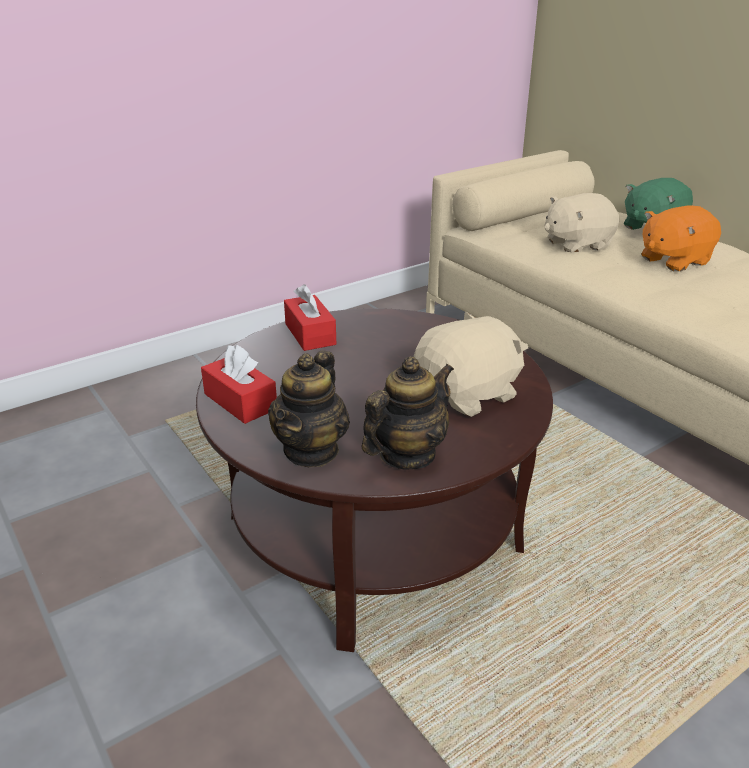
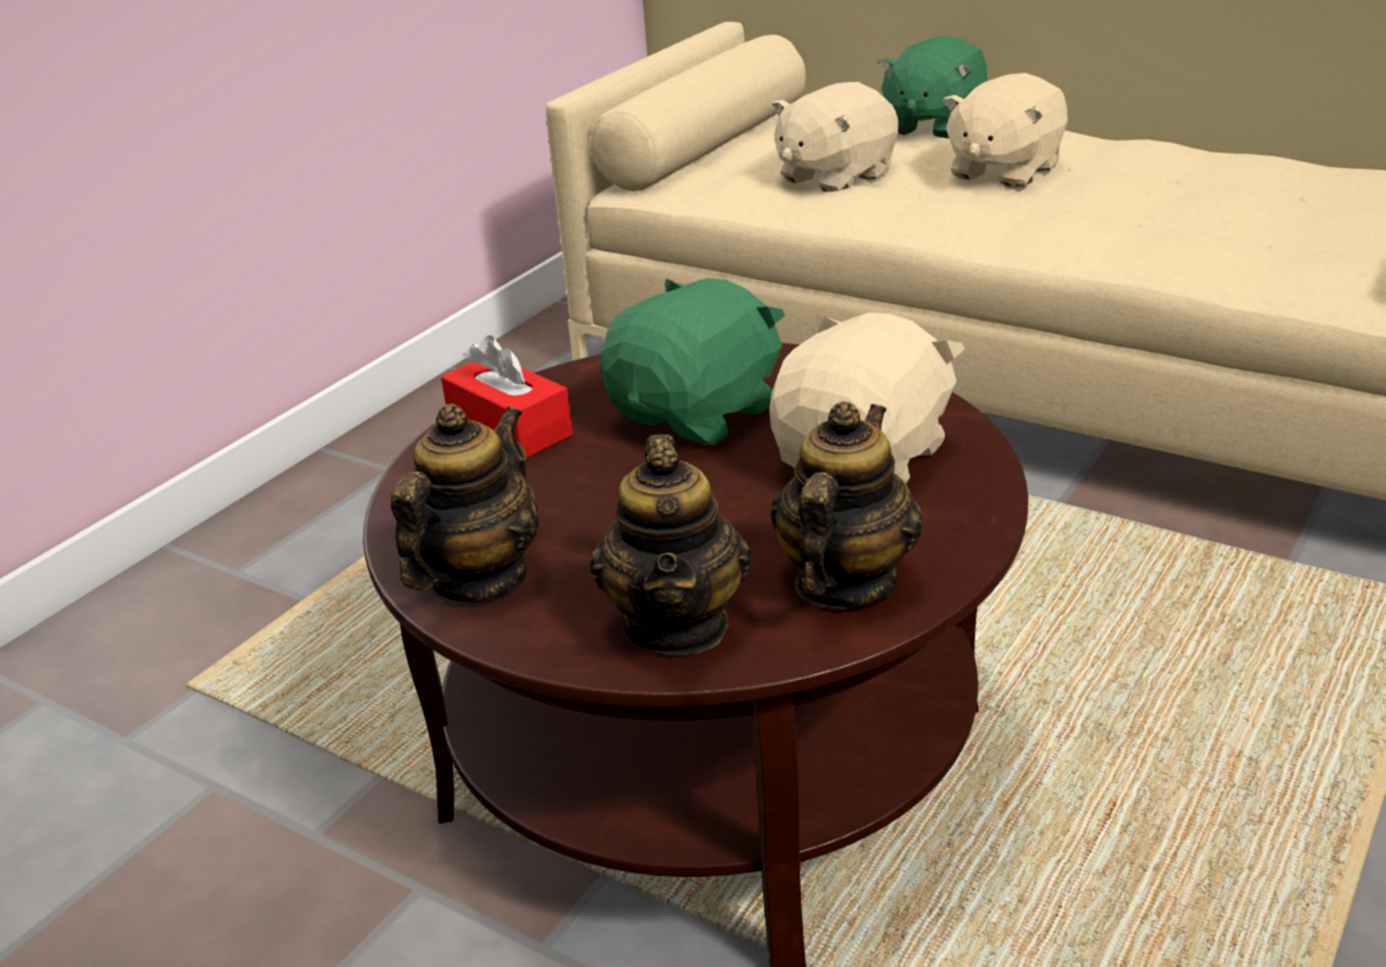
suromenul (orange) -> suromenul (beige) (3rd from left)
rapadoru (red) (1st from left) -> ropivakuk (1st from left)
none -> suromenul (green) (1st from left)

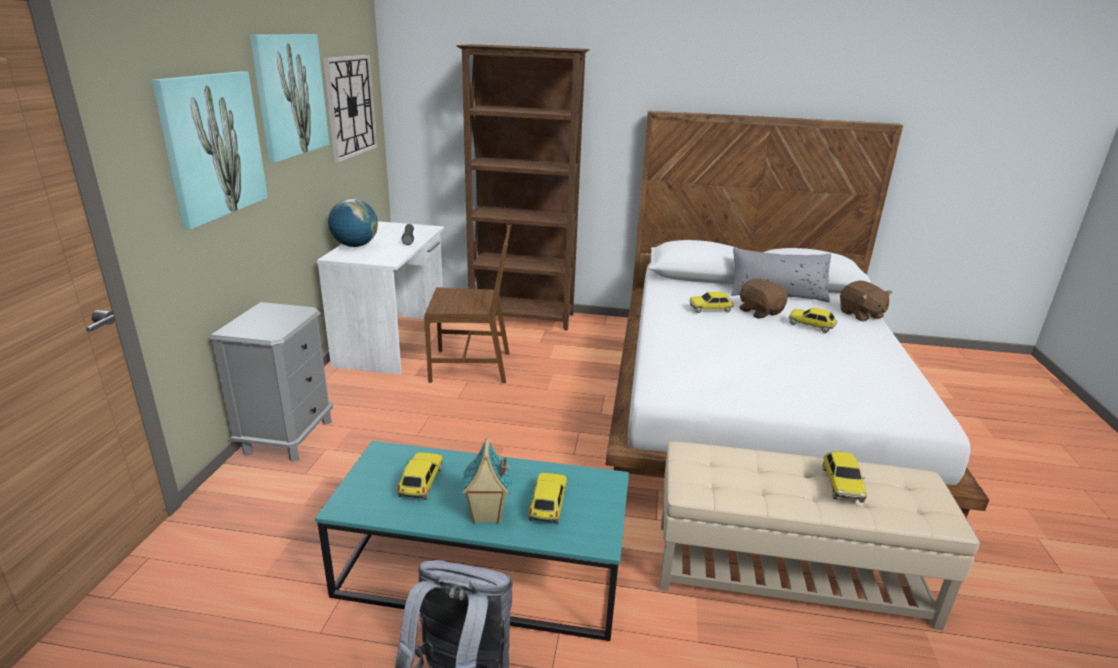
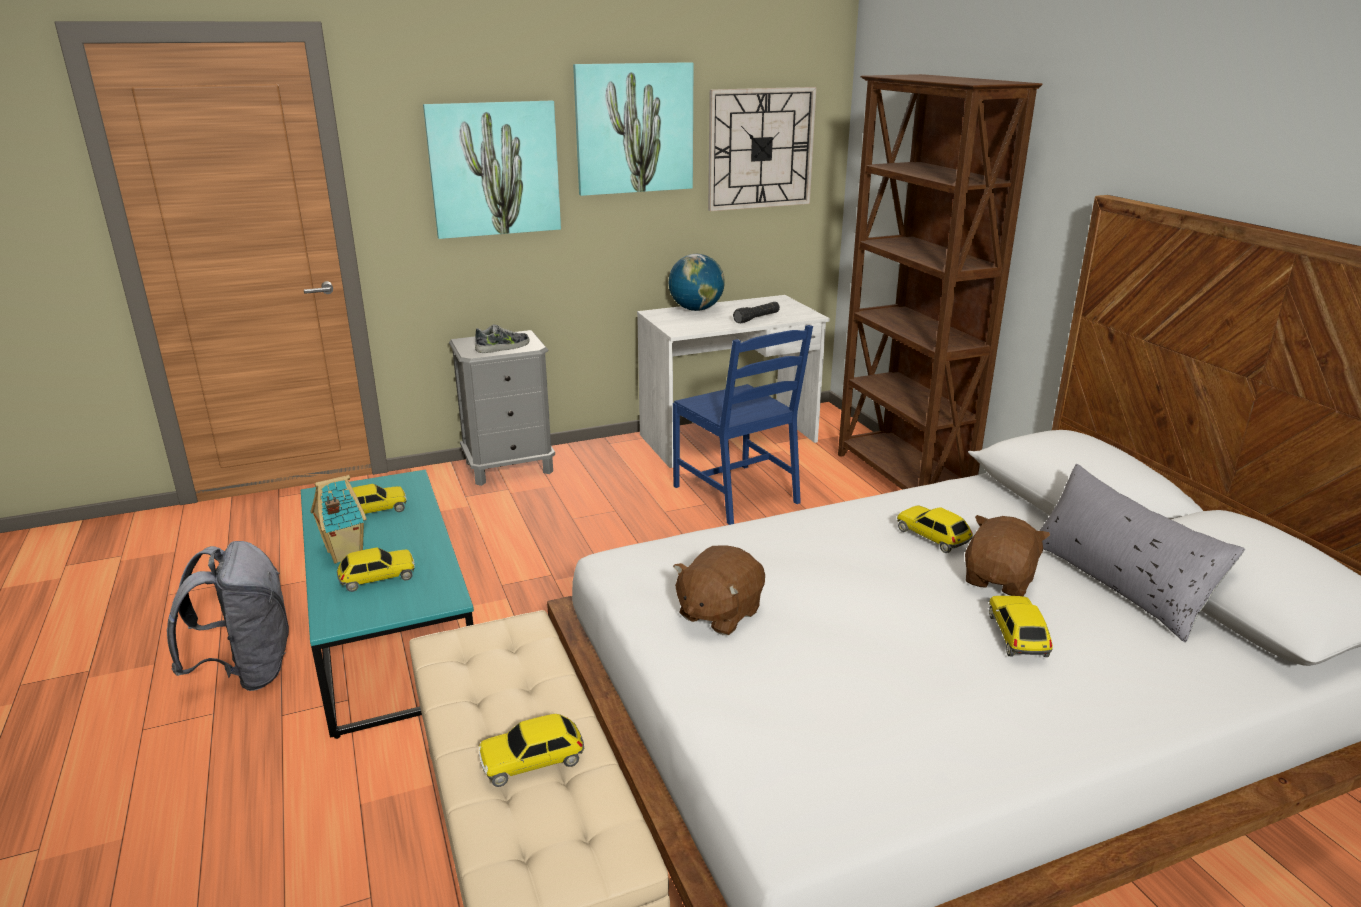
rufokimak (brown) -> rufokimak (blue)
suromenul (brown) (2nd from left in the first image) -> suromenul (brown) (1st from left), moved
none -> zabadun

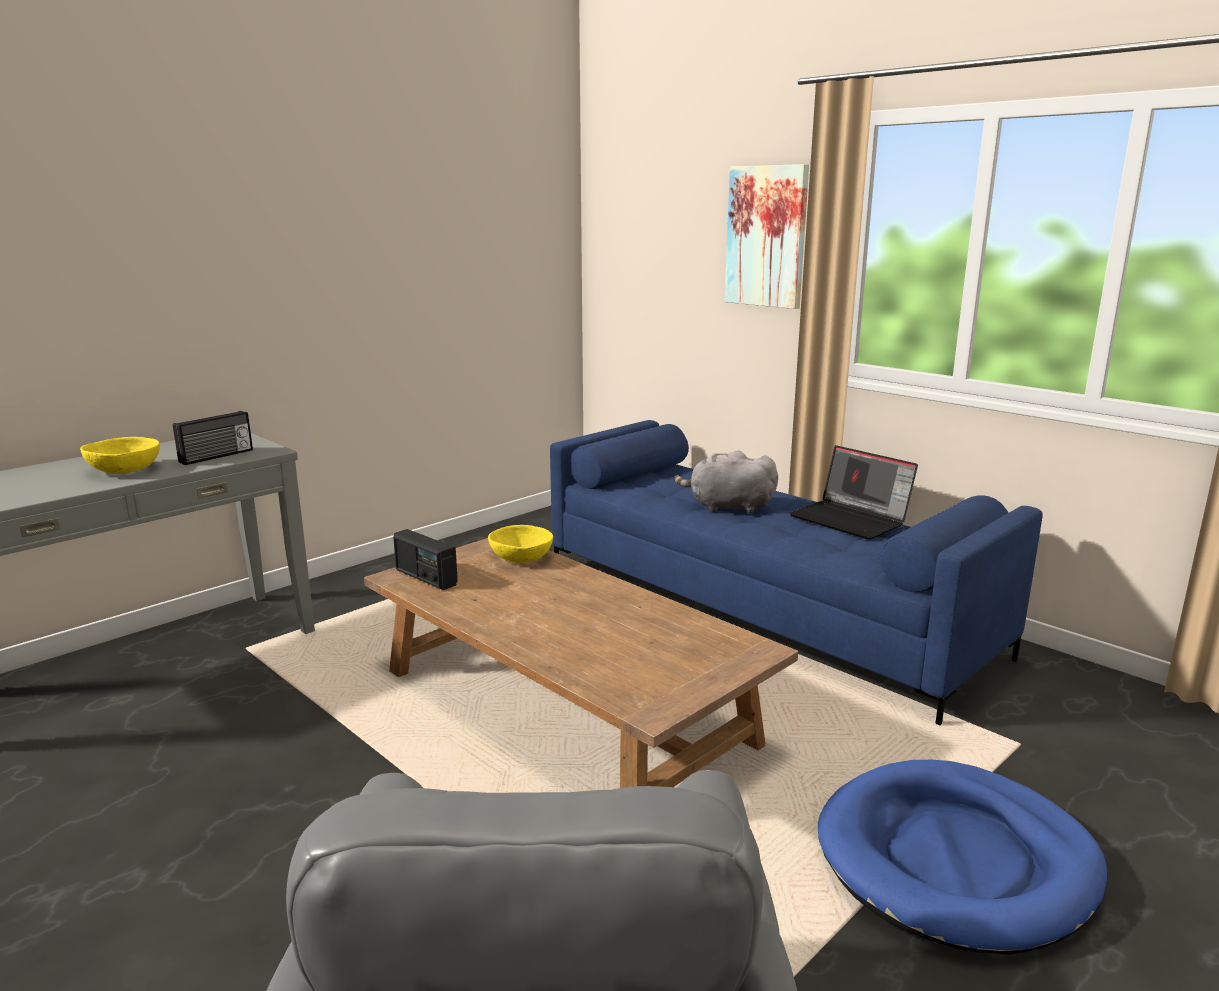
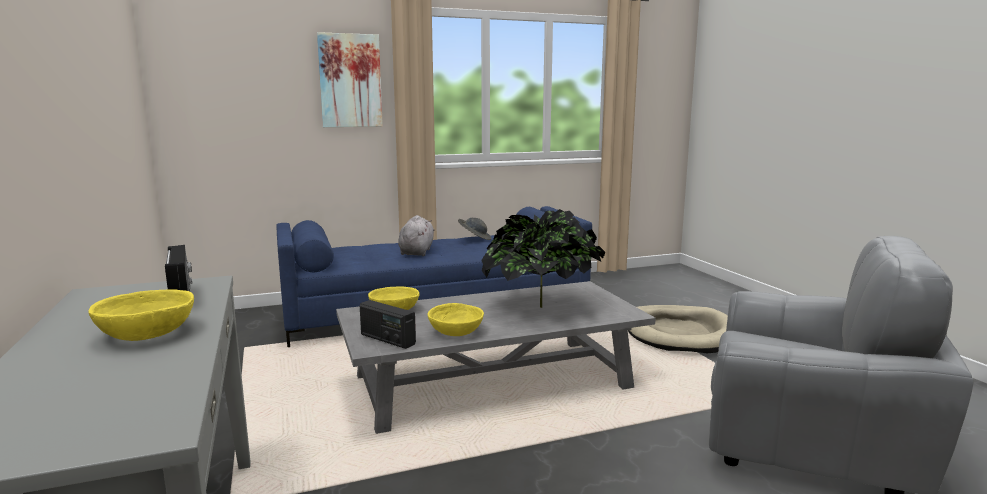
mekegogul -> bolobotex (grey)
suromenul (grey), 150 degrees clockwise
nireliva (2nd from left), 60 degrees clockwise
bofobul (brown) -> bofobul (grey)
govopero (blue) -> govopero (beige)
none -> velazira
none -> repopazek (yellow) (3rd from left)

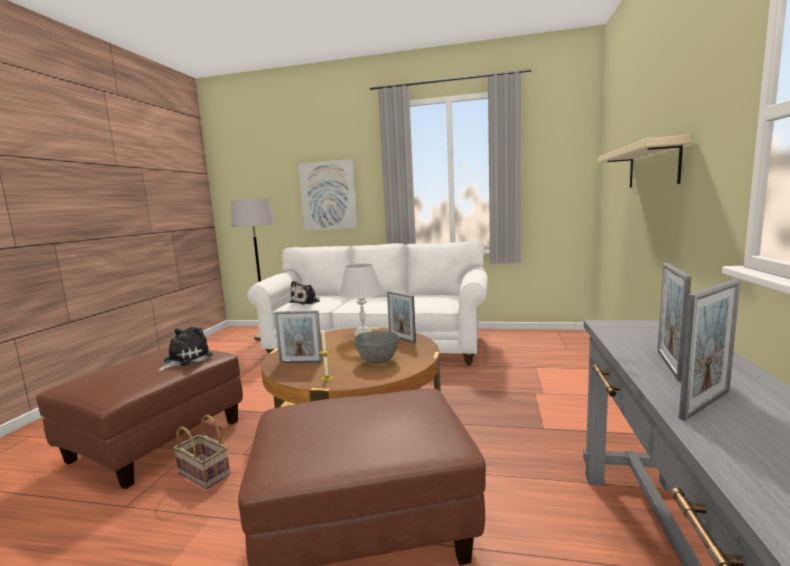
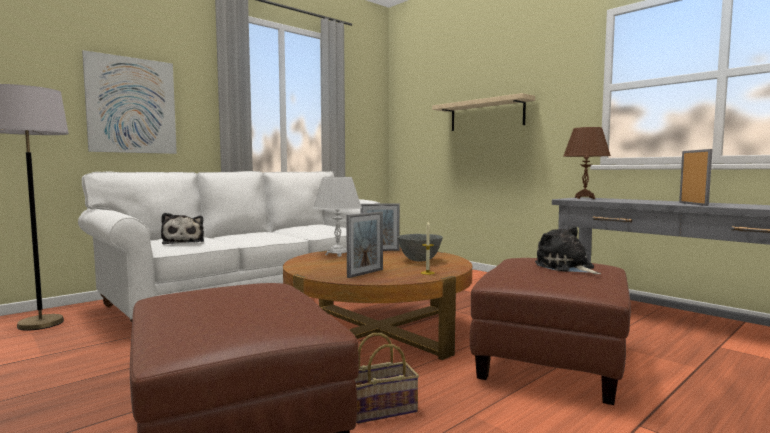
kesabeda (3rd from left) -> none
suromenul (1st from left in the first image) -> suromenul (2nd from left), moved
none -> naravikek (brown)

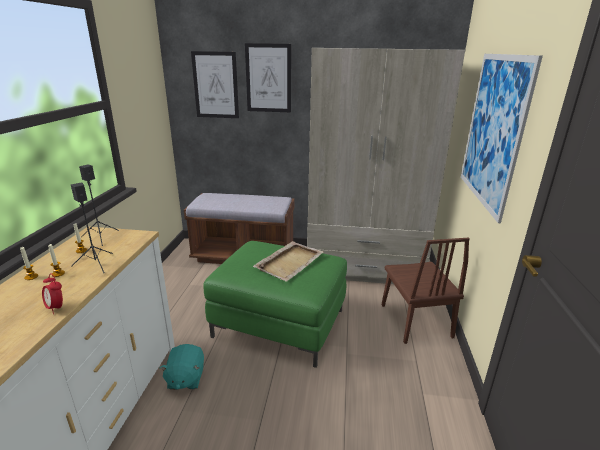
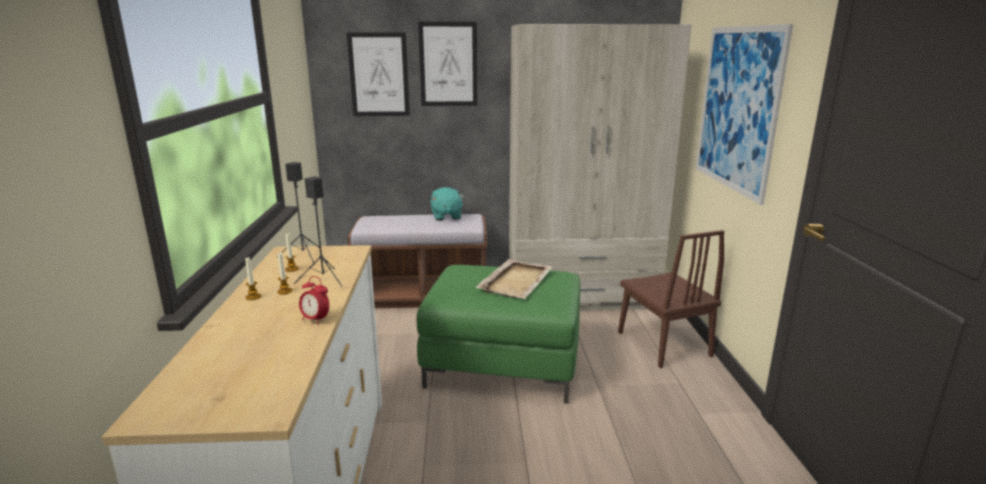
suromenul (turquoise), moved

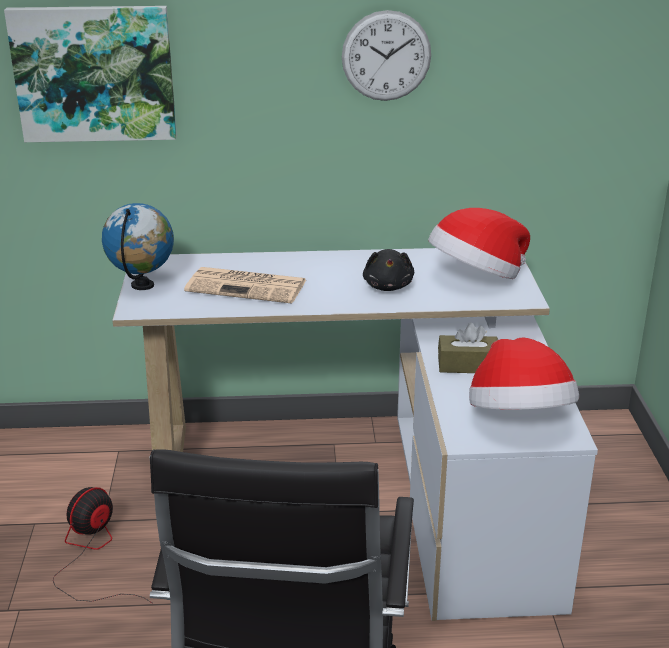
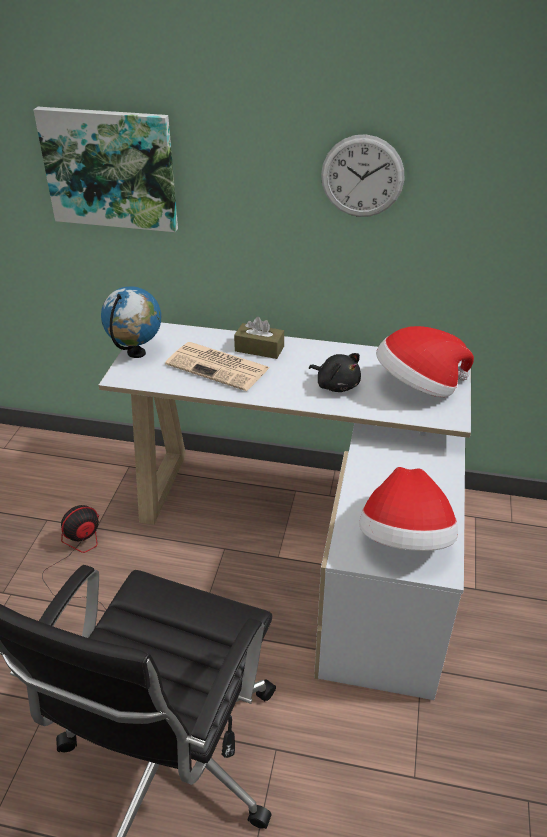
suromenul (black), 60 degrees counterclockwise
rapadoru (brown), moved

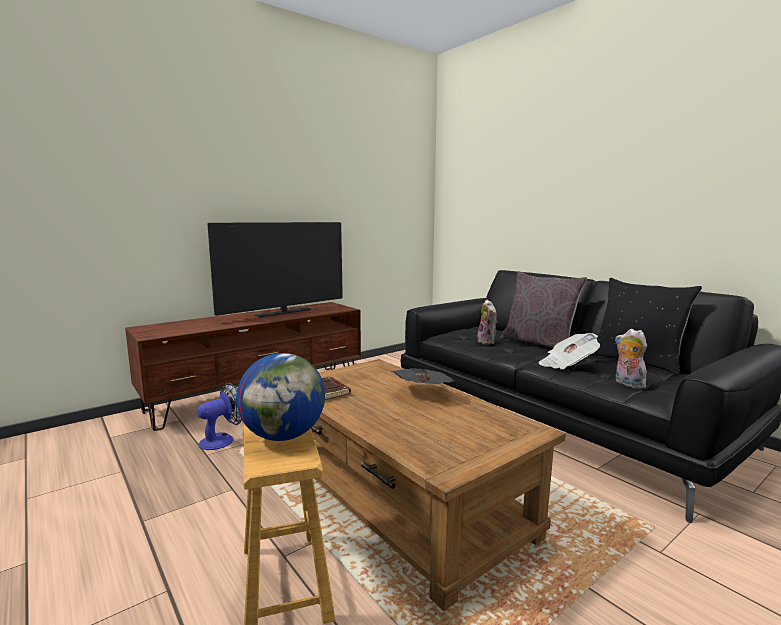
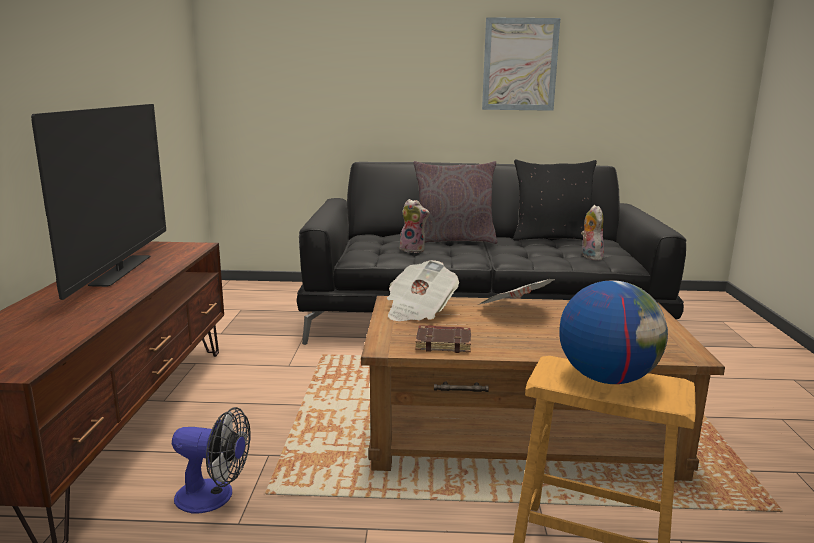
suromenul (2nd from left), 75 degrees clockwise
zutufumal (2nd from left in the first image) -> zutufumal (1st from left), moved
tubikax, 105 degrees clockwise
none -> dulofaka

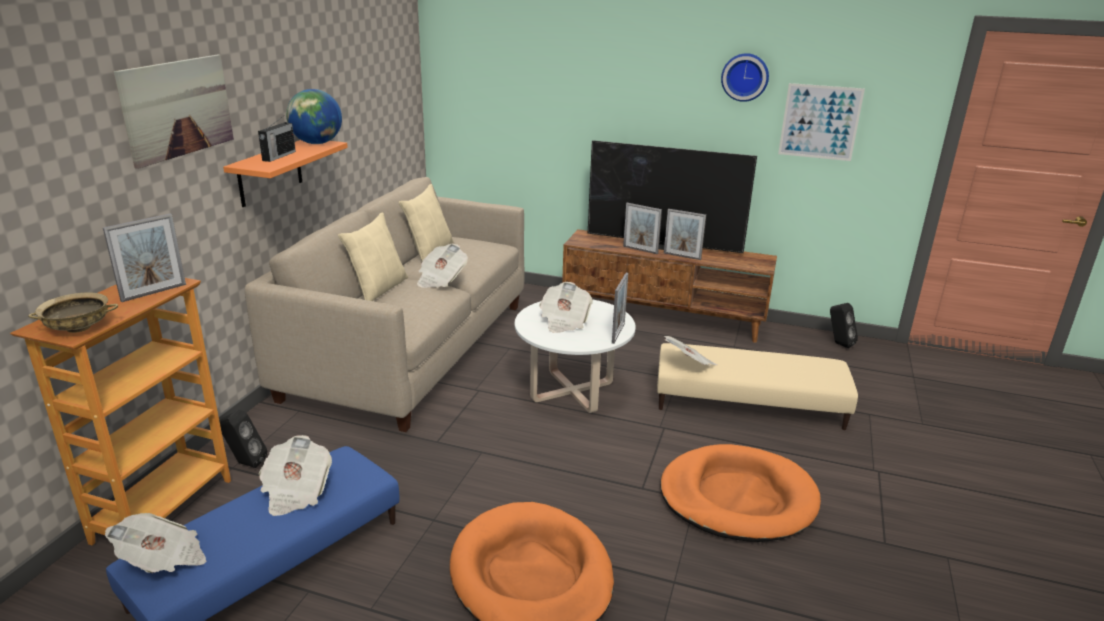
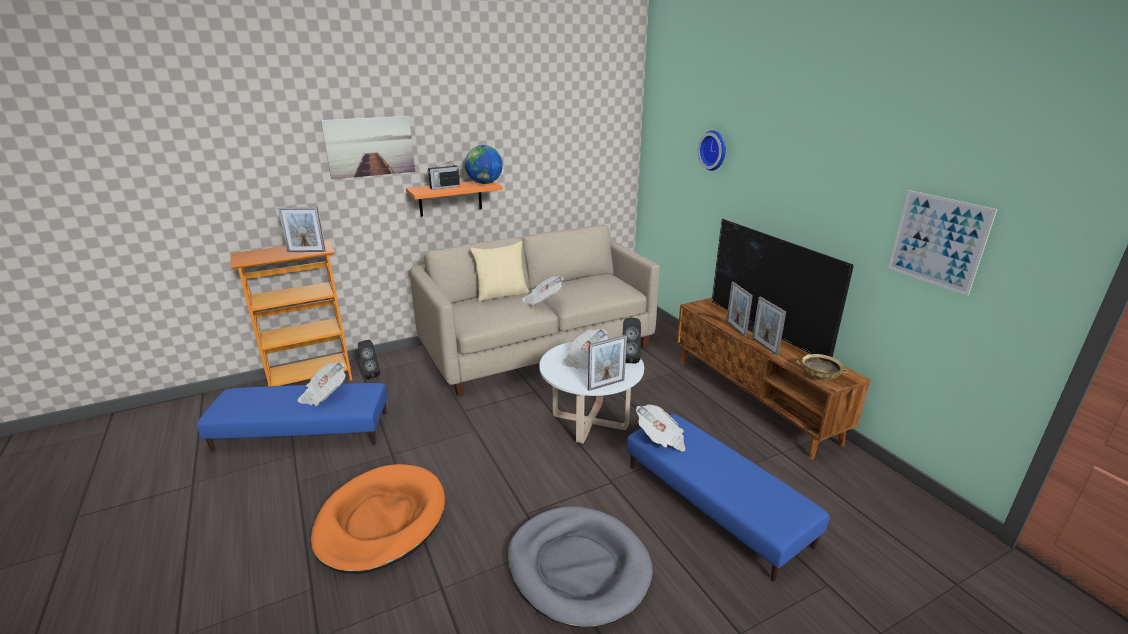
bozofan, moved
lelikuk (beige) (2nd from left) -> none
repopazek (beige), moved
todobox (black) (2nd from left), moved
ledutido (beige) -> ledutido (blue) (2nd from left)
govopero (orange) (2nd from left) -> govopero (grey)
zutufumal (1st from left) -> none

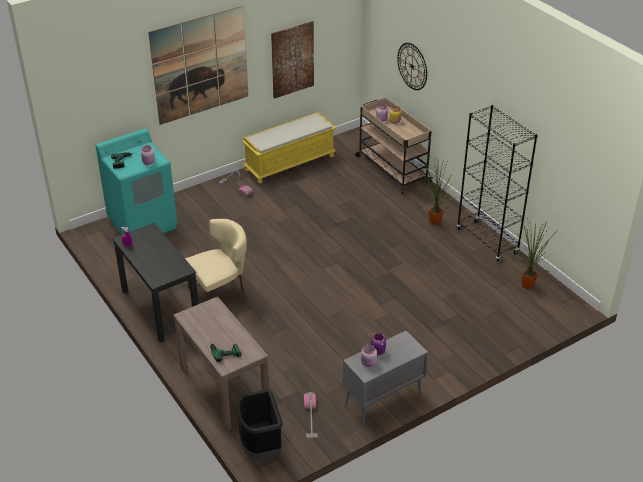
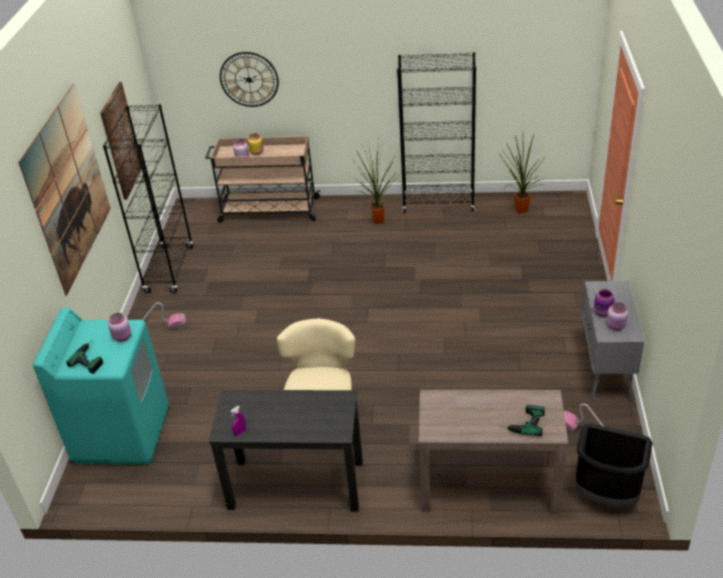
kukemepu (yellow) -> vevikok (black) (1st from left)

